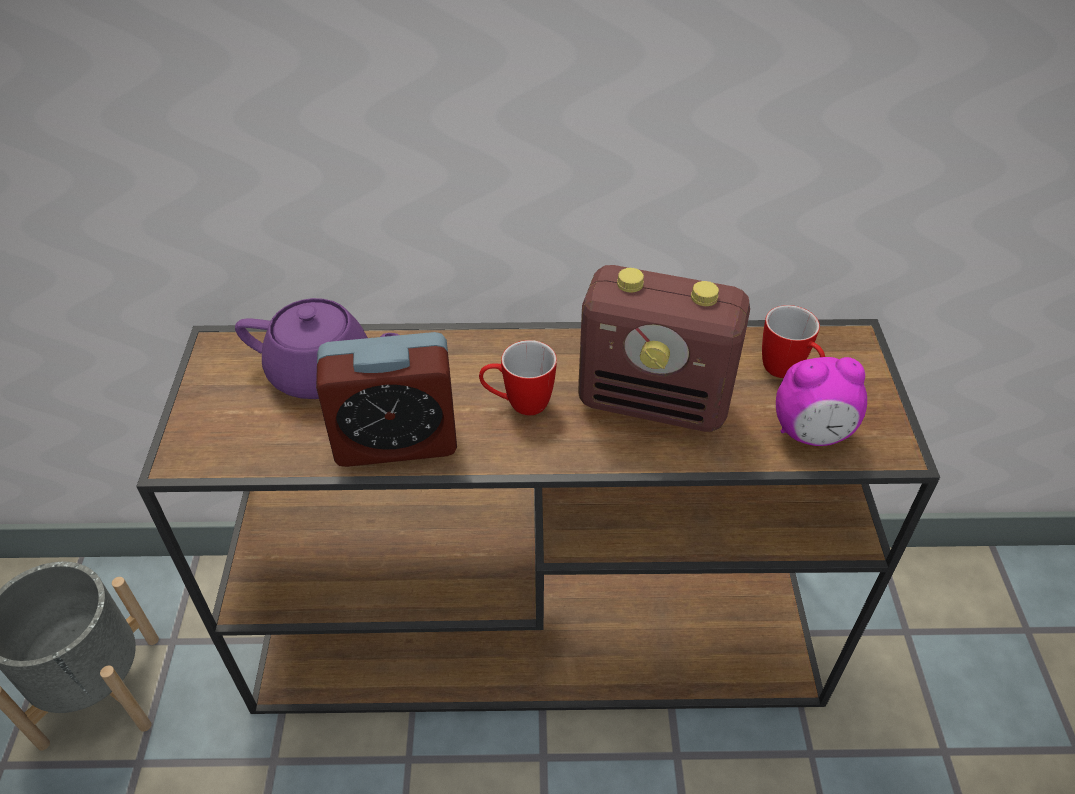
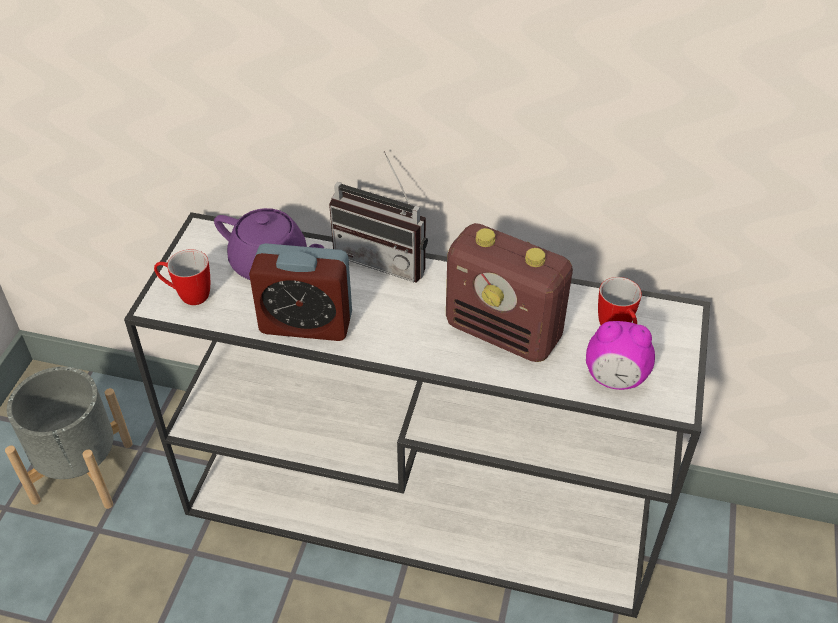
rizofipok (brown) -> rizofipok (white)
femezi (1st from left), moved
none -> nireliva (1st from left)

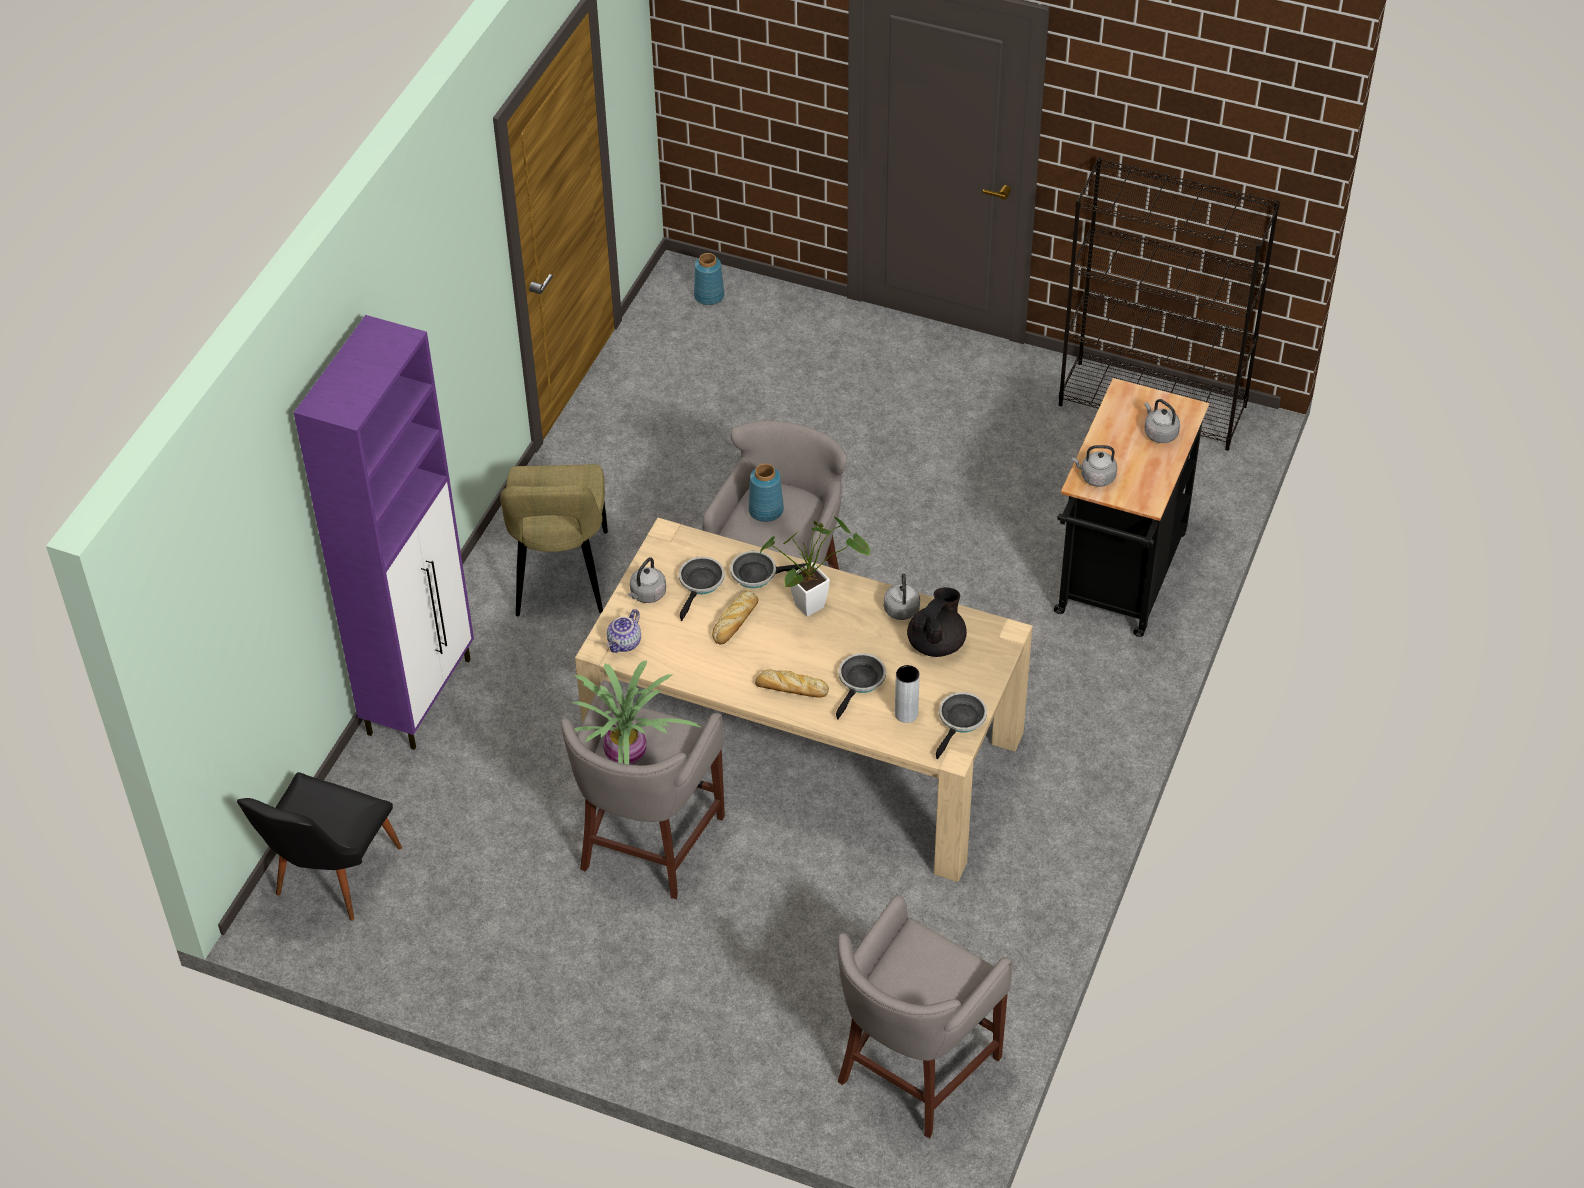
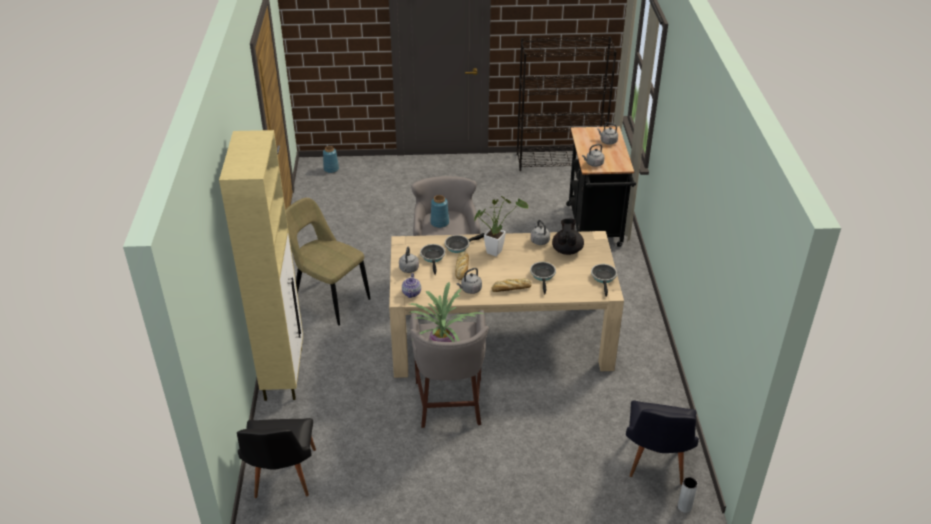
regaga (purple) -> regaga (beige)
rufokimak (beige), 150 degrees clockwise
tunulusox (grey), moved
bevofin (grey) (3rd from left) -> rufokimak (black) (2nd from left)
none -> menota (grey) (2nd from left)

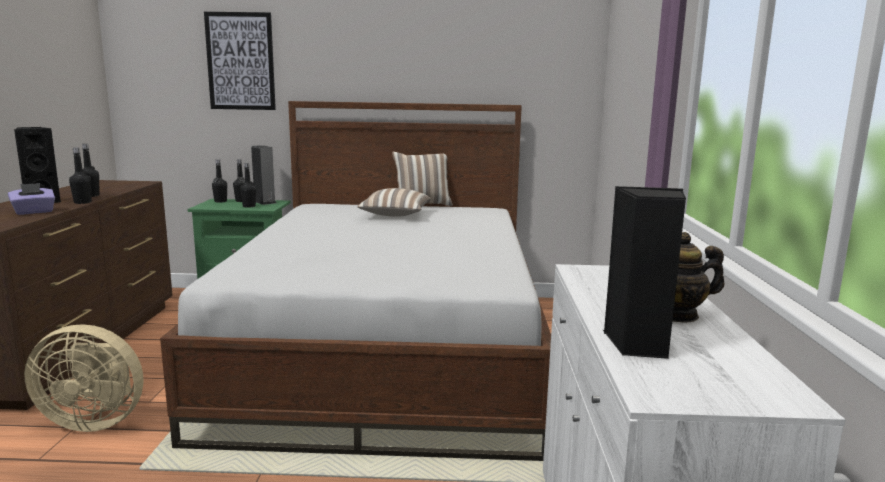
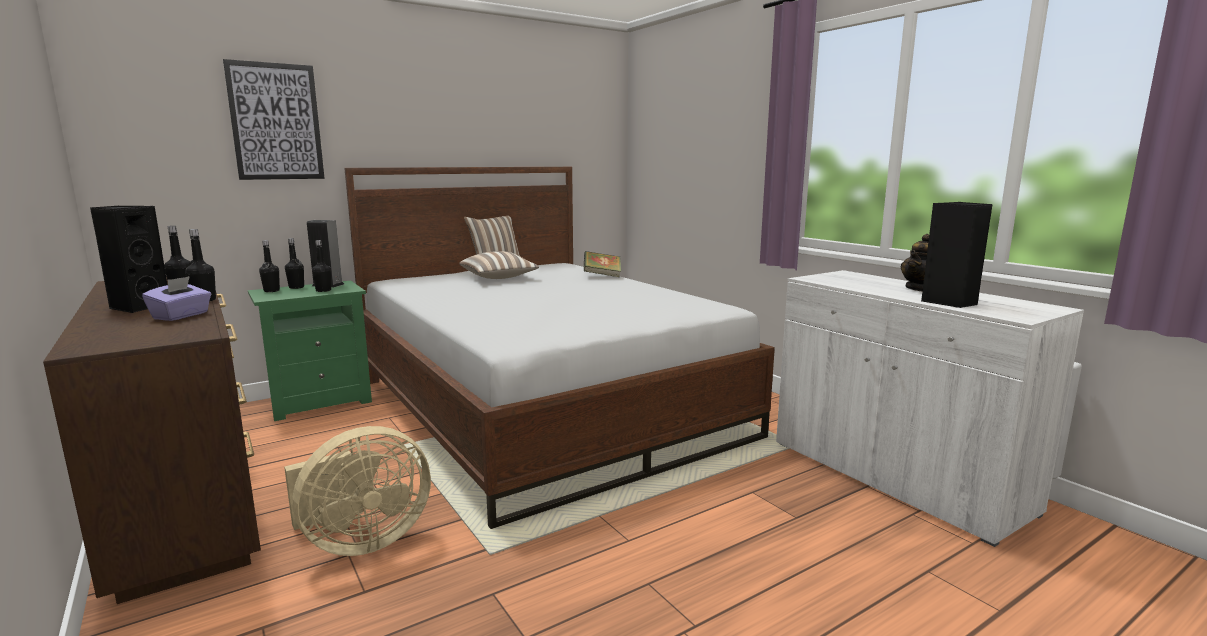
none -> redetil

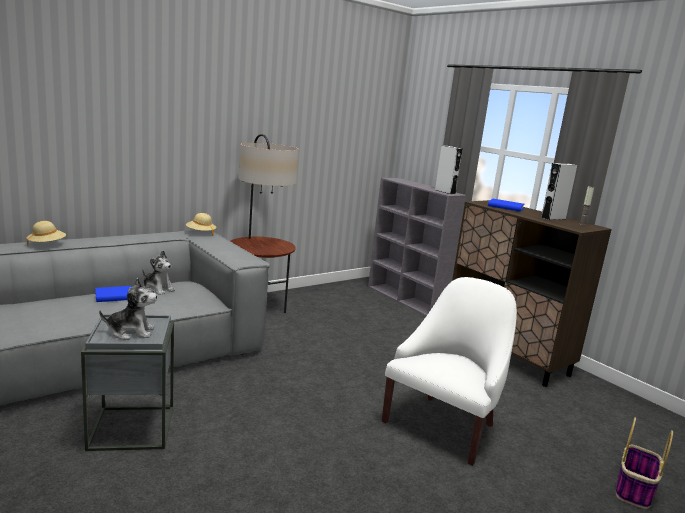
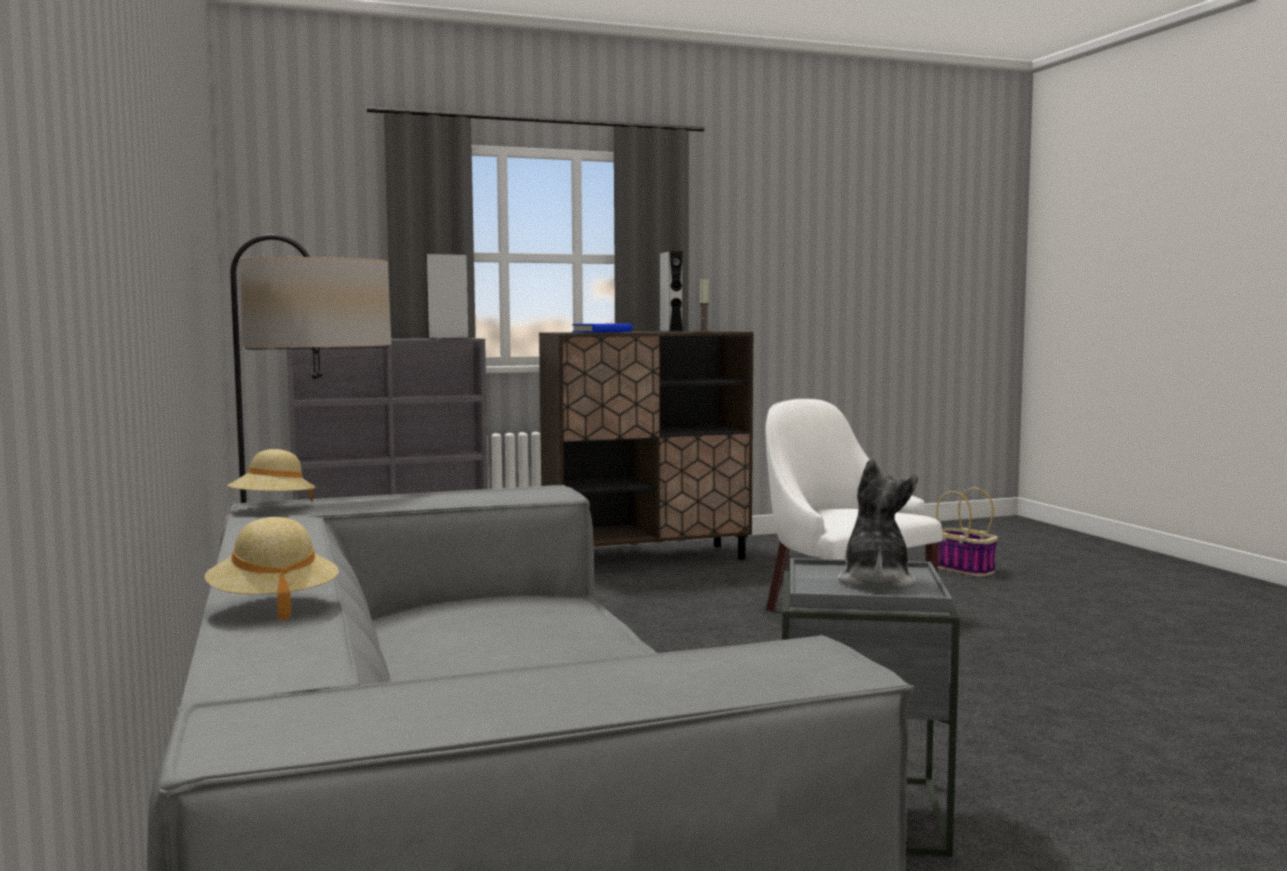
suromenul (2nd from left) -> none
redetil (blue) (1st from left) -> none

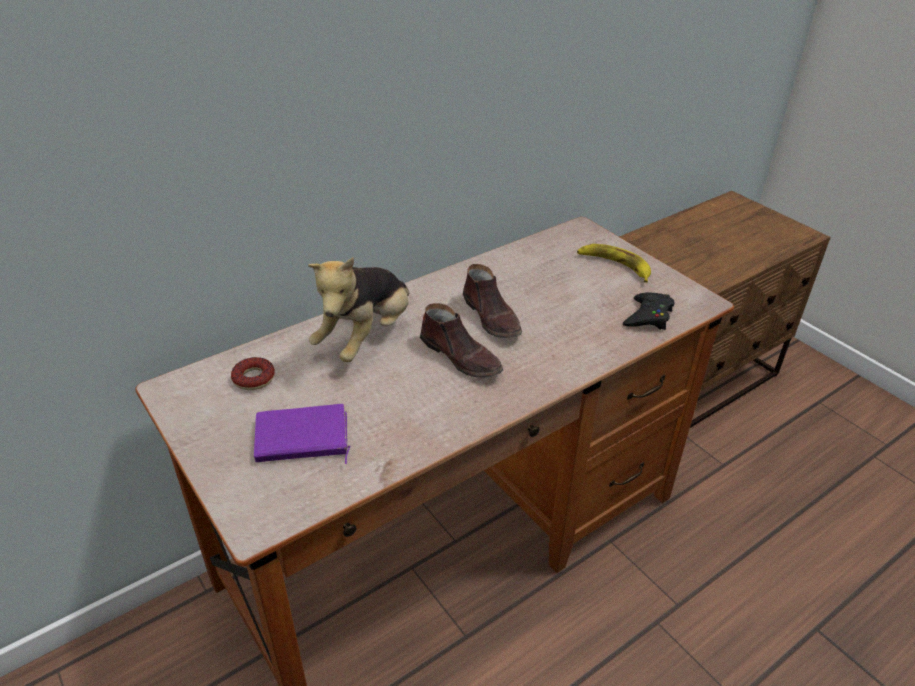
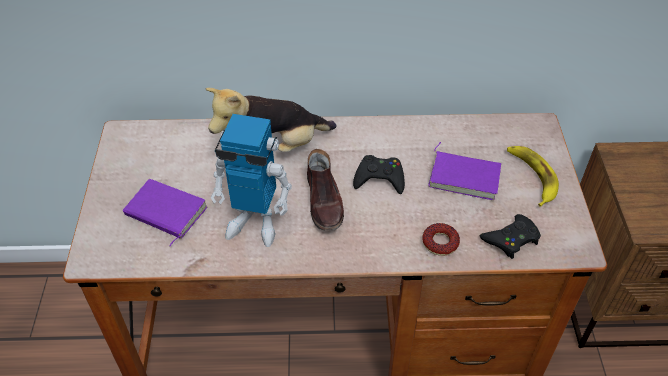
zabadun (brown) (2nd from left) -> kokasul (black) (1st from left)
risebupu, moved
none -> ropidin
none -> redetil (purple) (2nd from left)

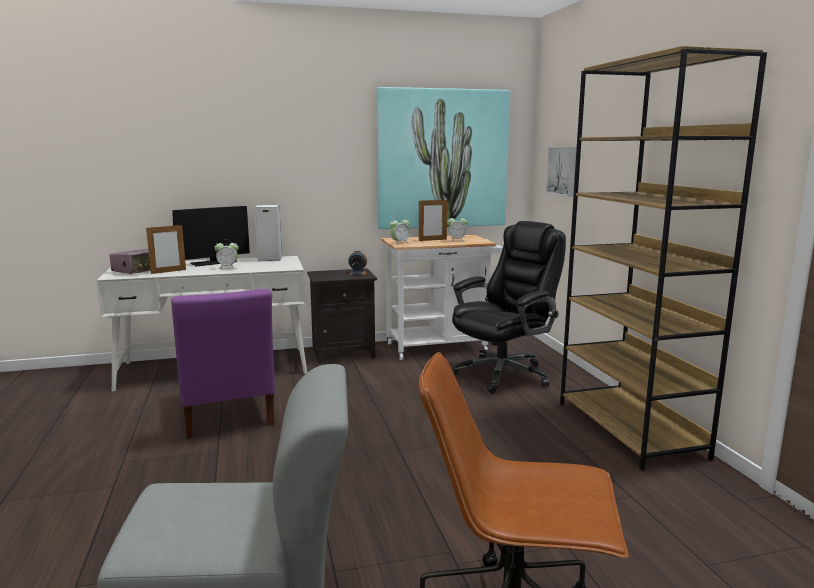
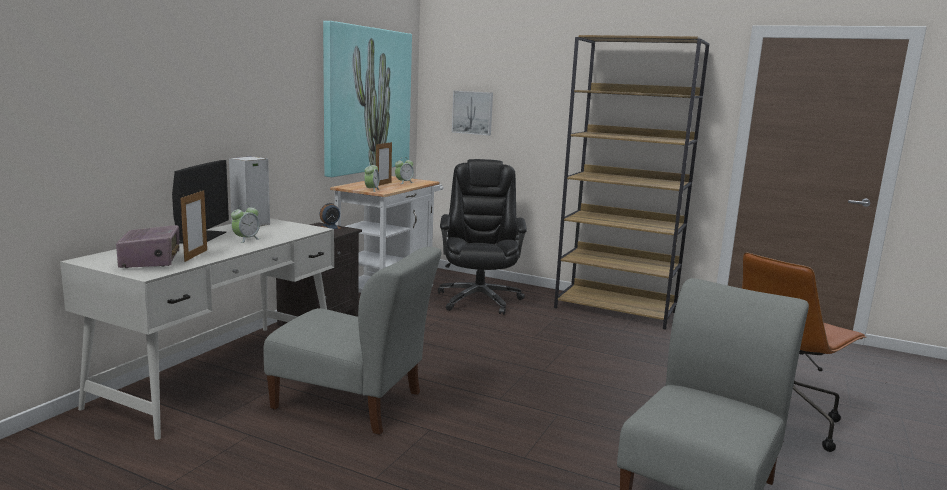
rufokimak (purple) -> rufokimak (grey) (1st from left)

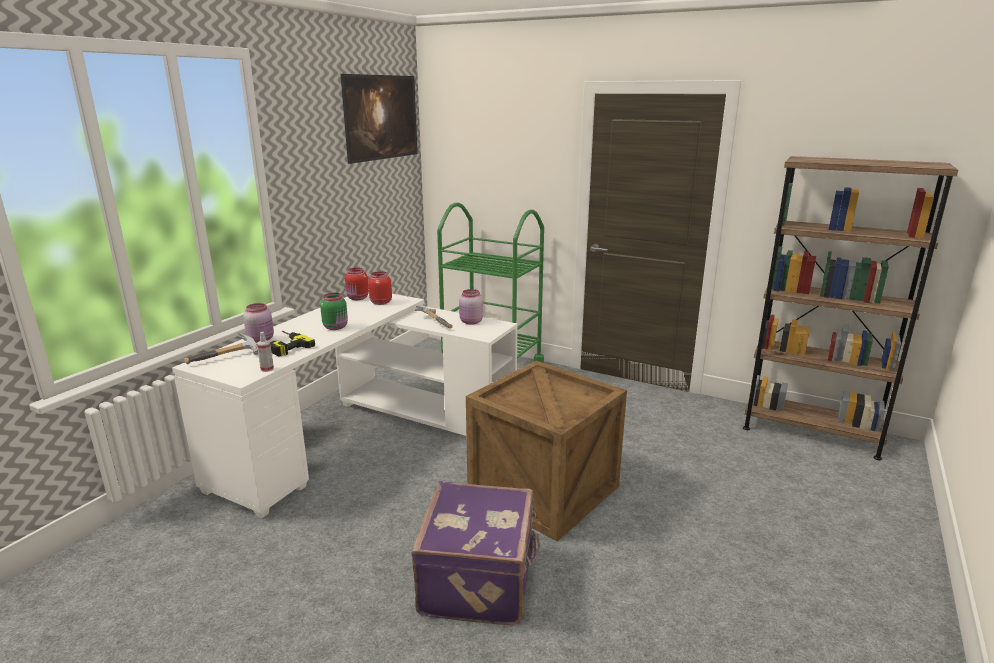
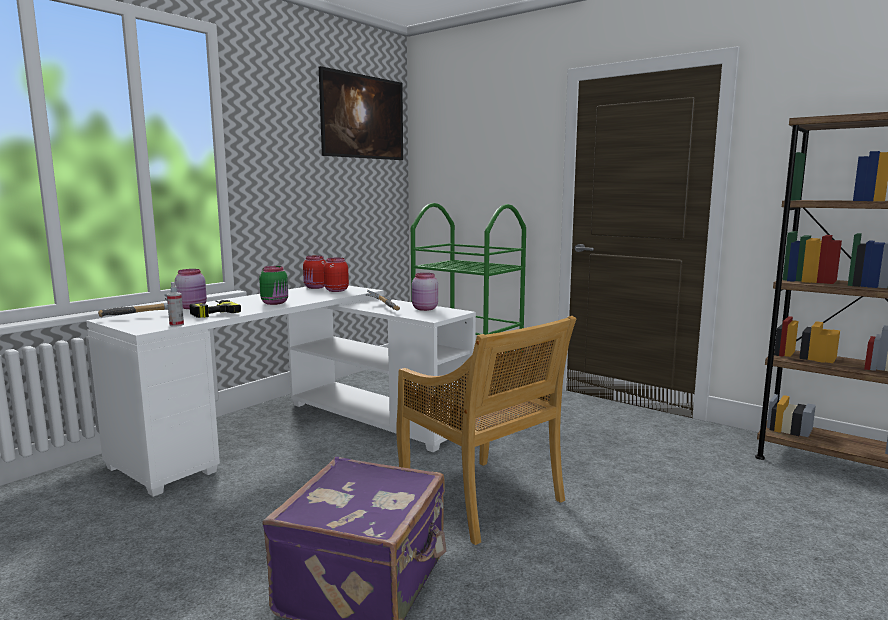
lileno -> rufokimak (beige)

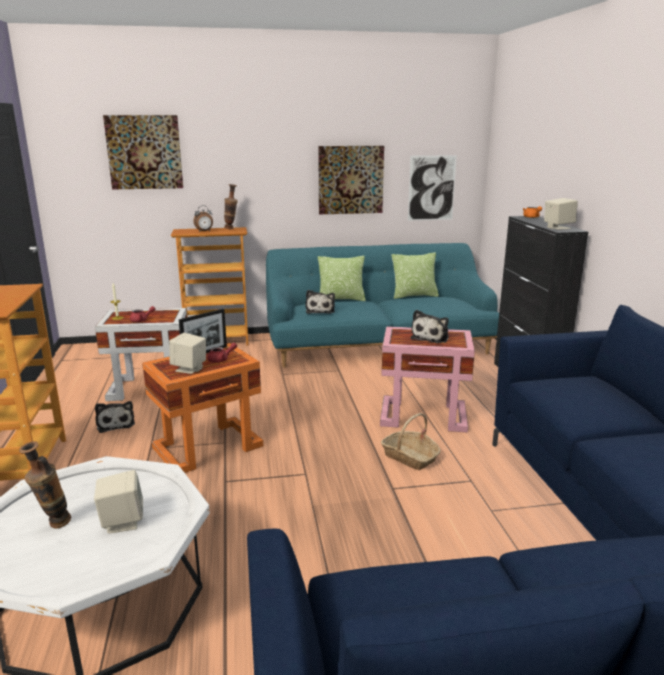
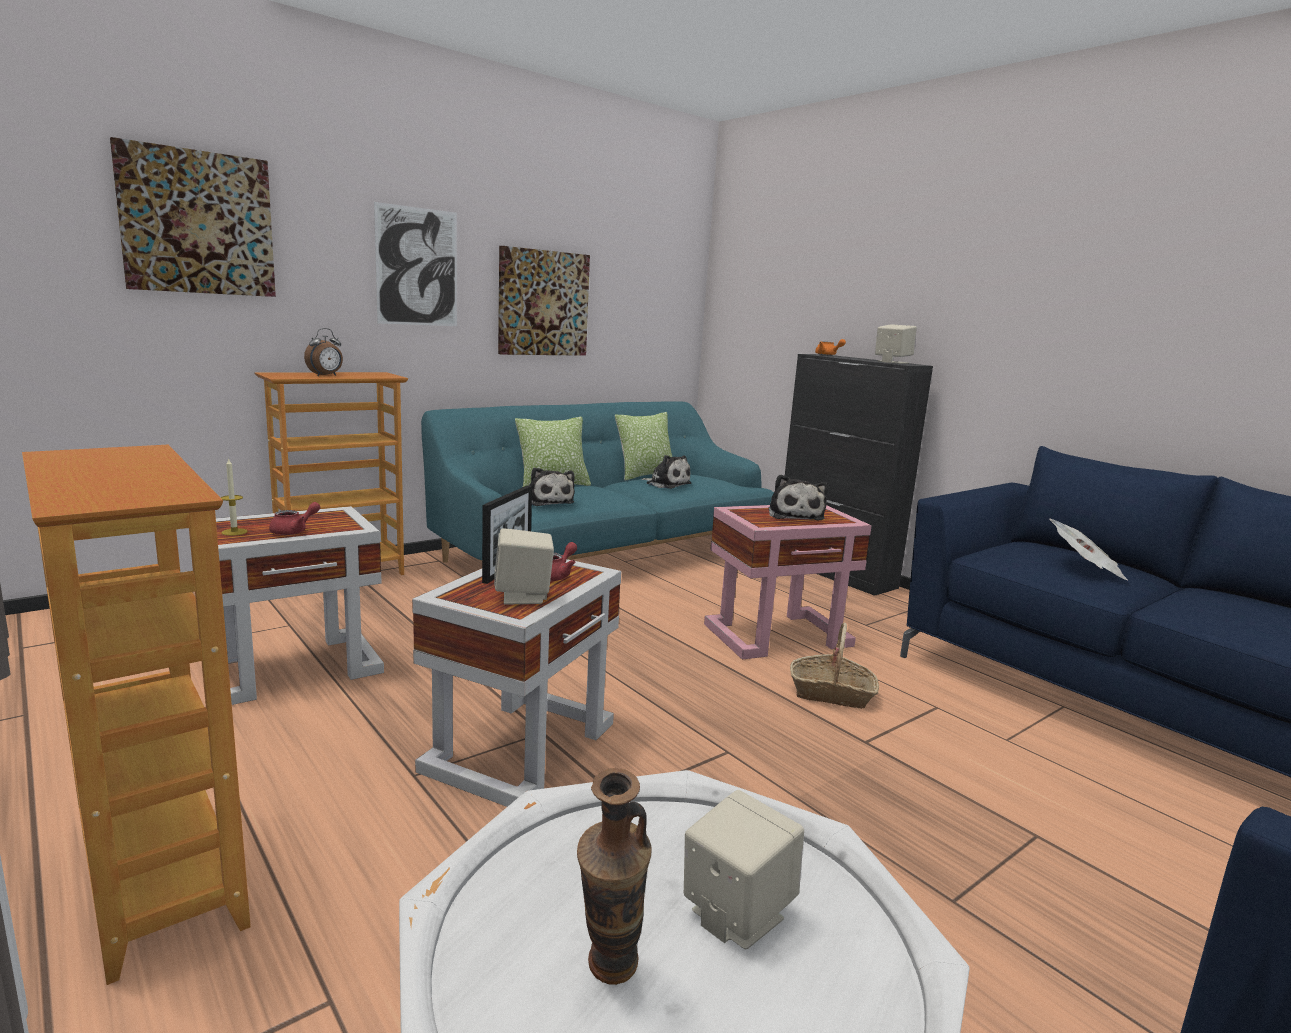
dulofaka (3rd from left in the first image) -> dulofaka (2nd from left), moved
tunulusox (2nd from left) -> none
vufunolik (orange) -> vufunolik (white) (2nd from left)
suromenul (1st from left in the first image) -> suromenul (2nd from left), moved
none -> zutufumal

